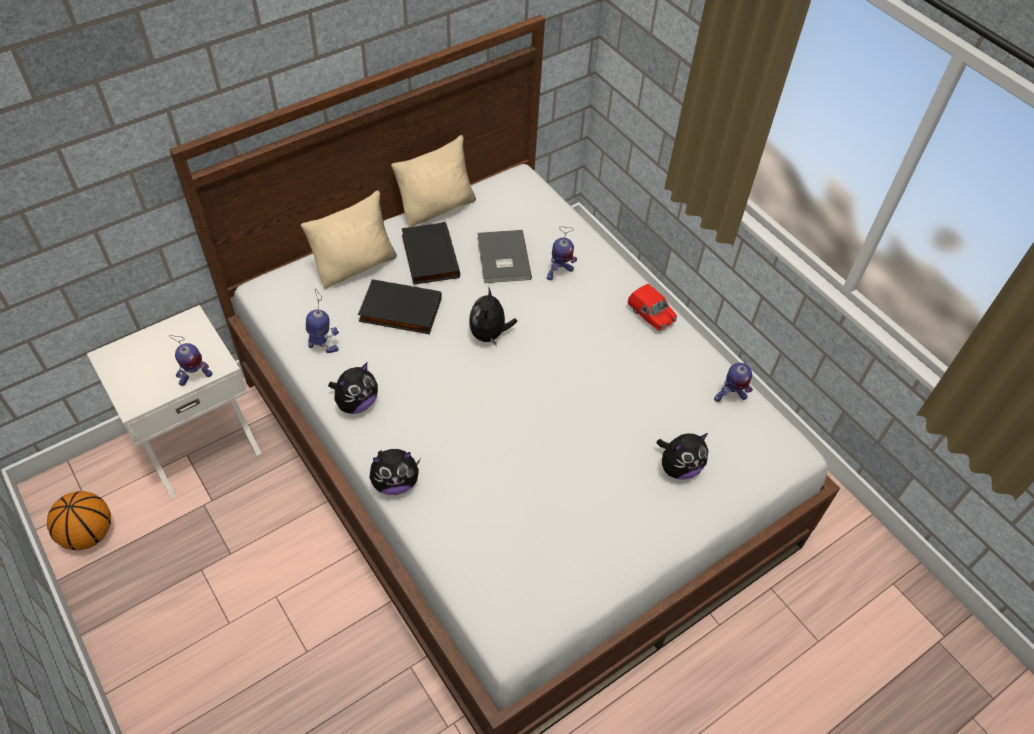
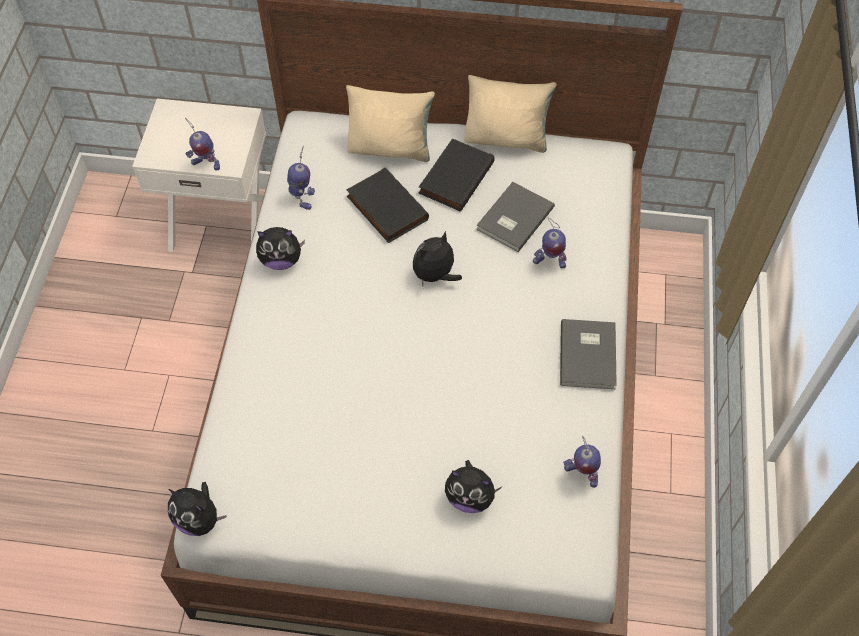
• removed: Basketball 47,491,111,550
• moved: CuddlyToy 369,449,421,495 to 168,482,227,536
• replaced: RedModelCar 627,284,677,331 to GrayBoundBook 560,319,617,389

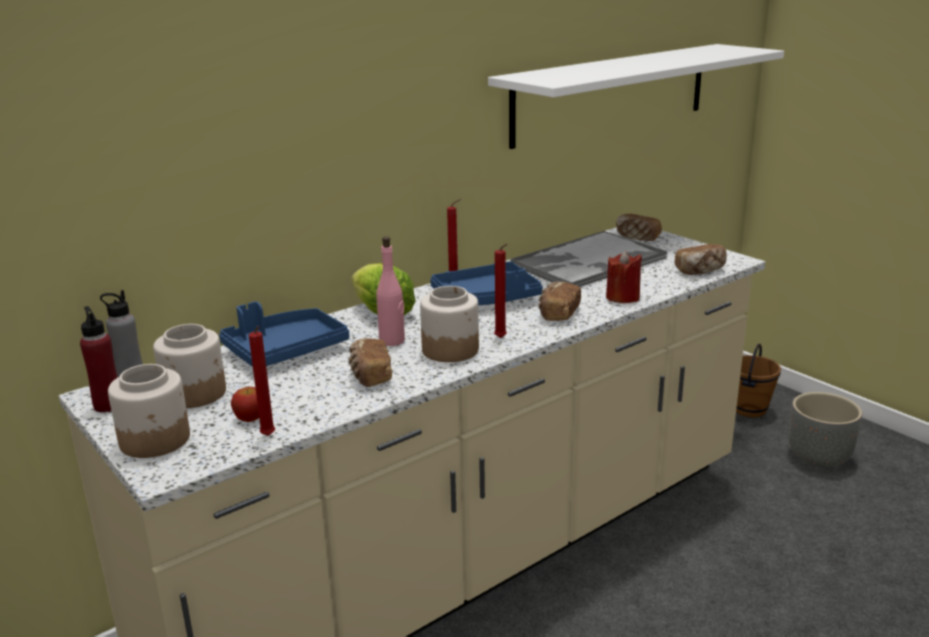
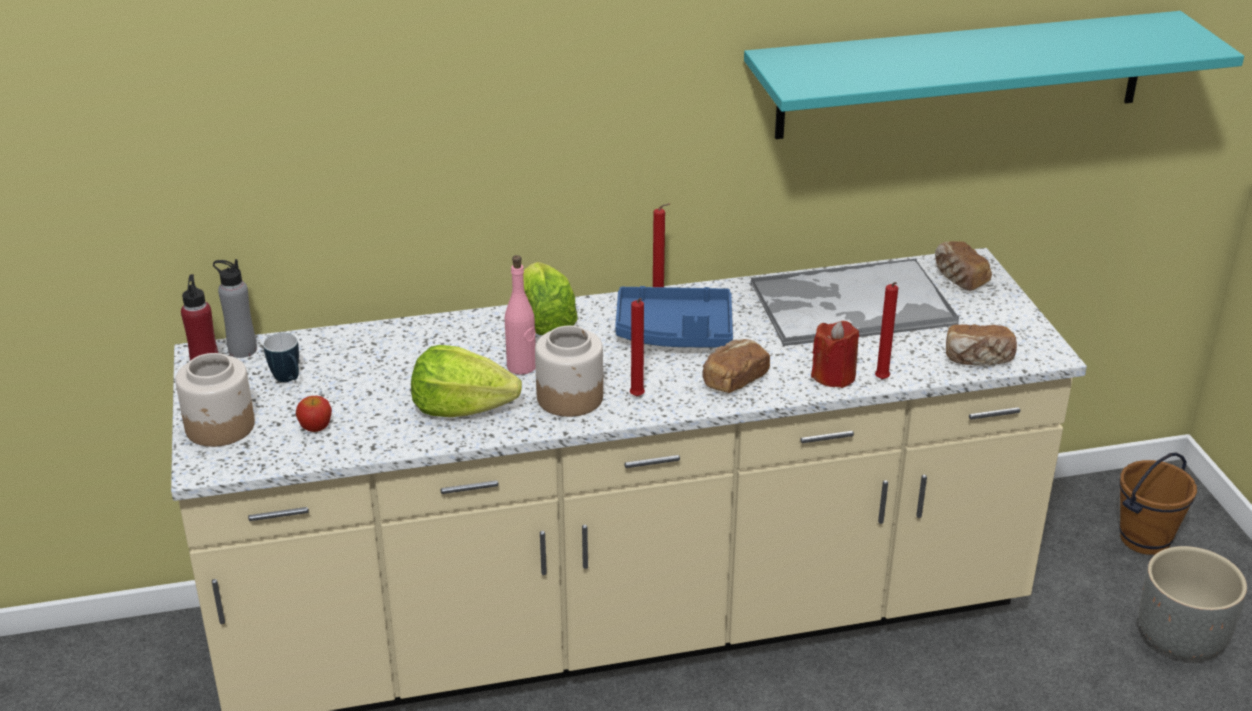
• removed: BlueServingTray 219,301,349,367
• moved: RedWaxCandle 249,326,275,436 to 875,282,898,379
• replaced: Jar 153,324,226,408 to CoffeeMug 263,333,299,382
• replaced: BakeryBread 349,338,392,387 to HeadOfLettuce 411,345,522,417
• recoloured: WhiteBracketShelf 488,44,784,149 to TurquoiseColouredBracketShelf 744,11,1244,139

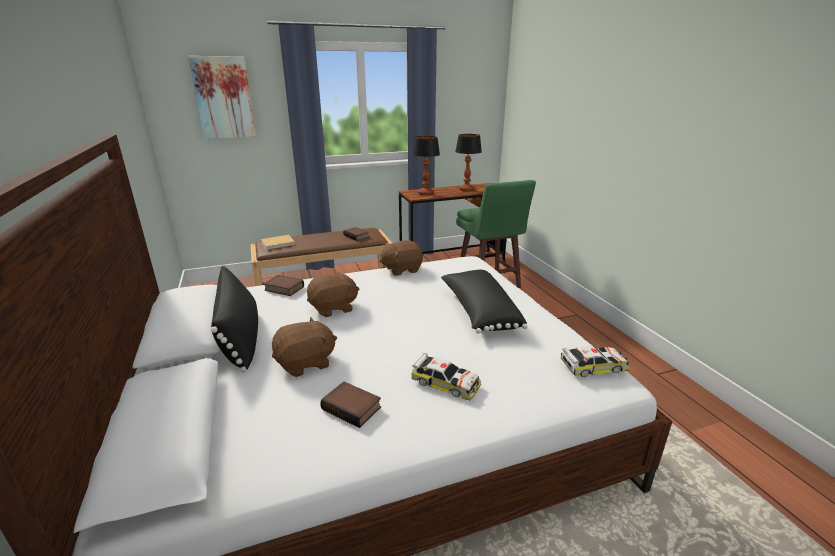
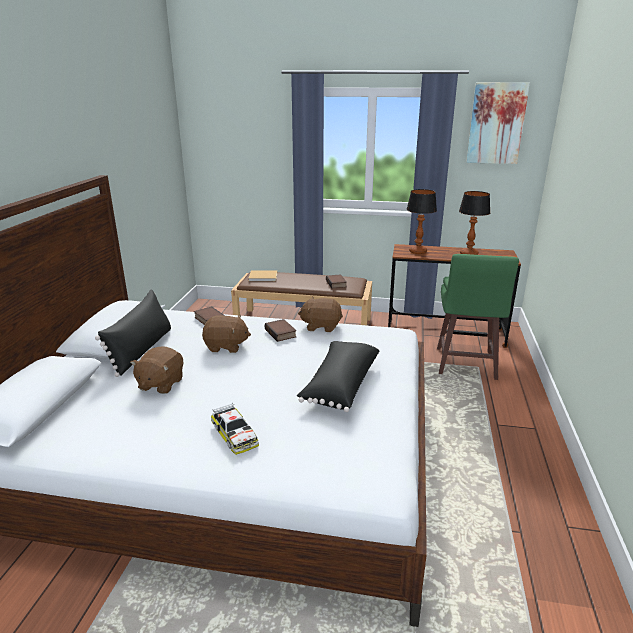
• removed: ModelCar 561,346,630,377
• moved: WallPicture 188,56,256,139 to 466,82,530,164
• moved: BoundBook 320,381,381,428 to 265,319,297,342
• turned: BrownColouredCuddlyToy 272,317,337,377 = 130,347,183,394 105 degrees clockwise

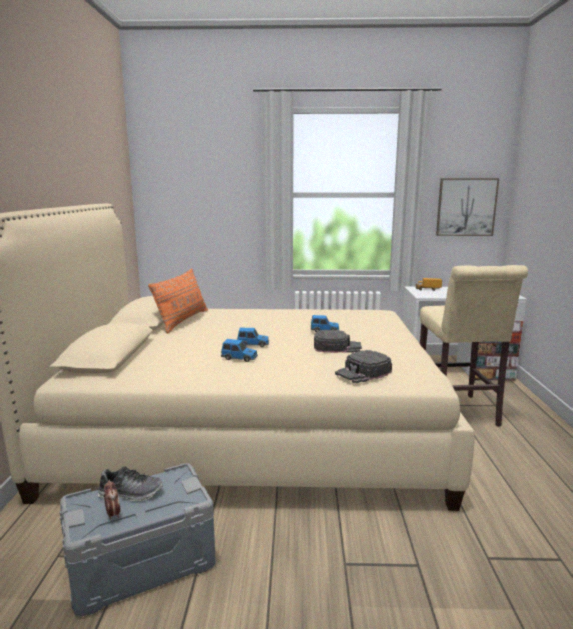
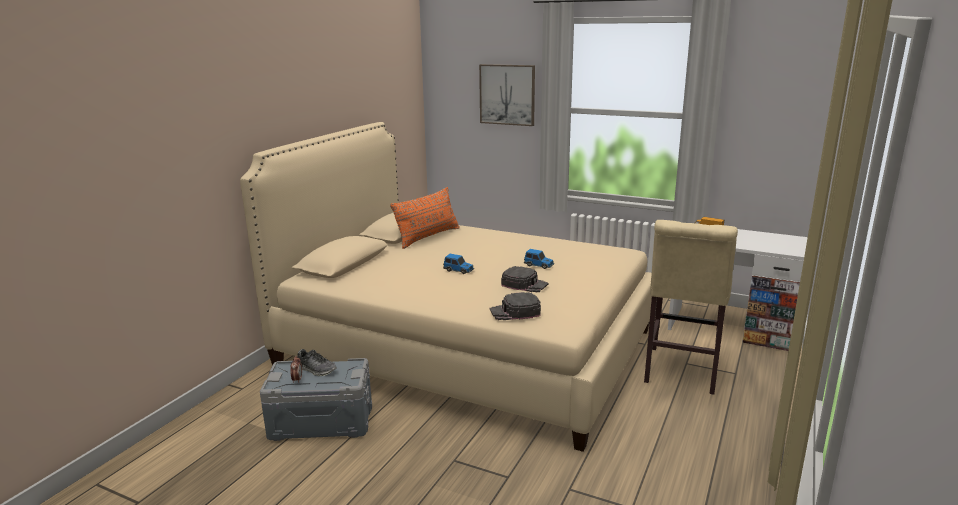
• removed: ModelCar 221,339,258,362
• moved: WallPicture 436,178,499,236 to 479,64,535,126

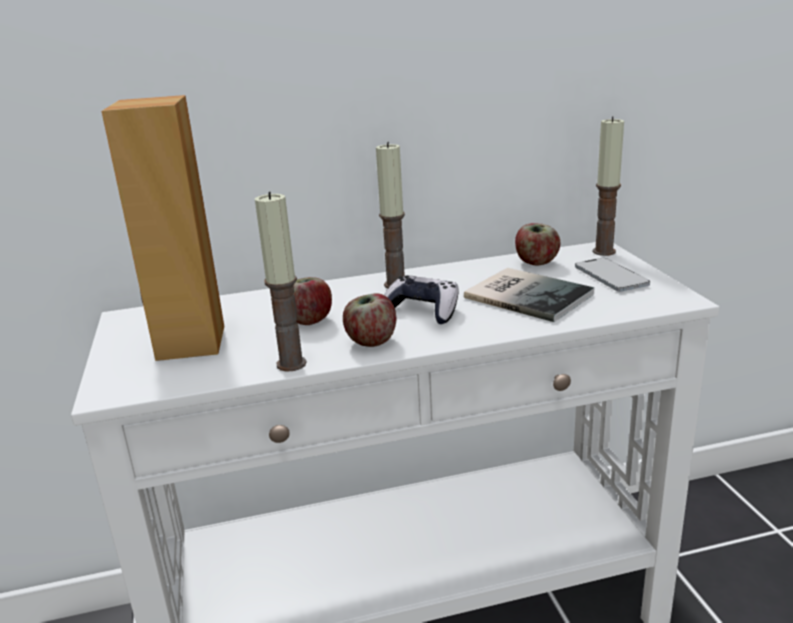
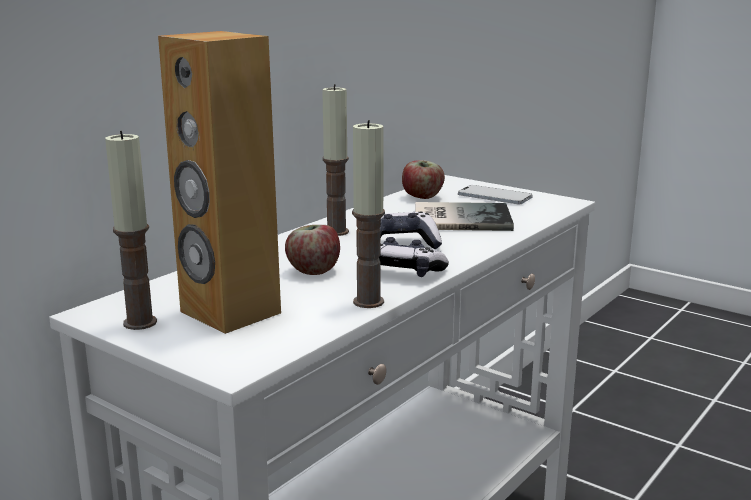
• moved: WaxCandle 593,116,624,256 to 105,131,157,330
• replaced: AppleFruit 343,293,396,347 to Joypad 379,237,449,277

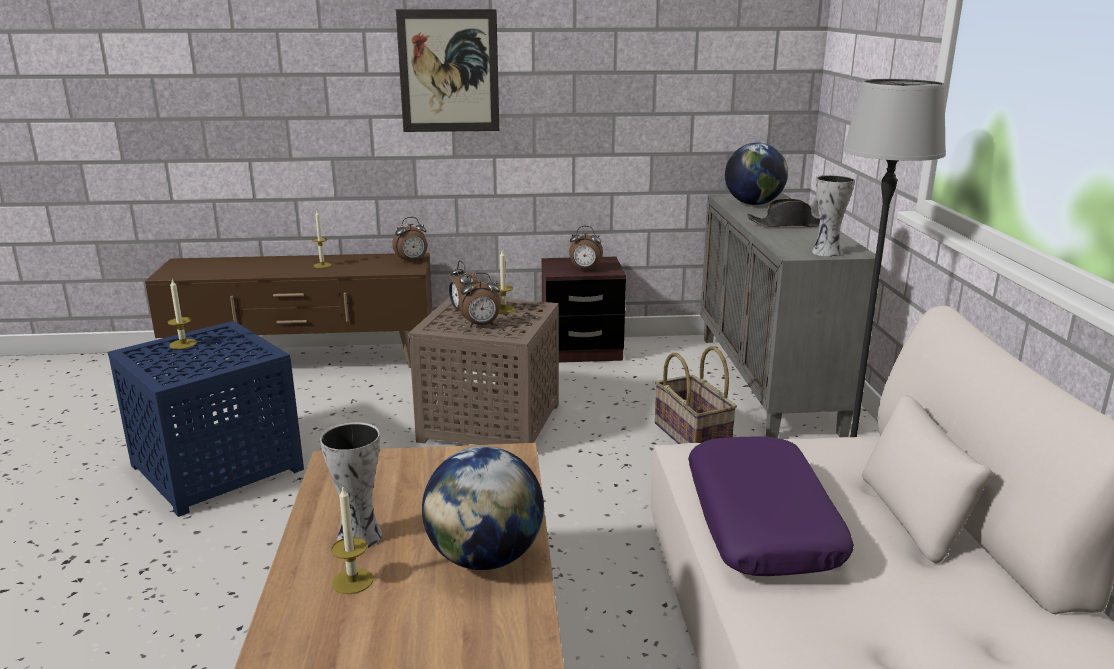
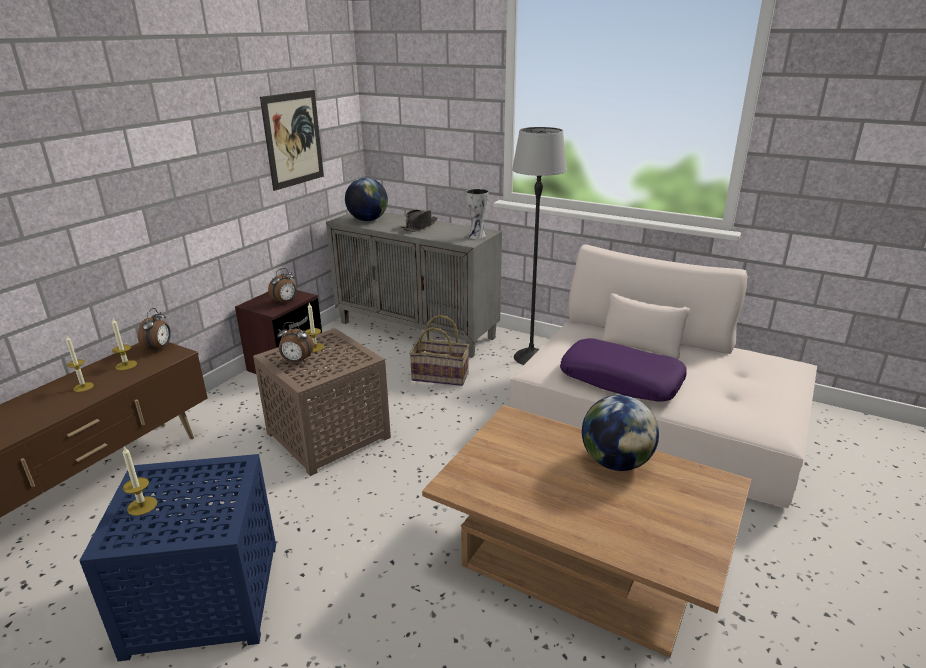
• removed: DecorativeVase 320,422,382,548
• removed: AlarmClock 459,272,501,327
• moved: WaxCandle 331,487,373,594 to 112,319,137,370
• moved: WallPicture 396,9,499,132 to 260,90,324,191

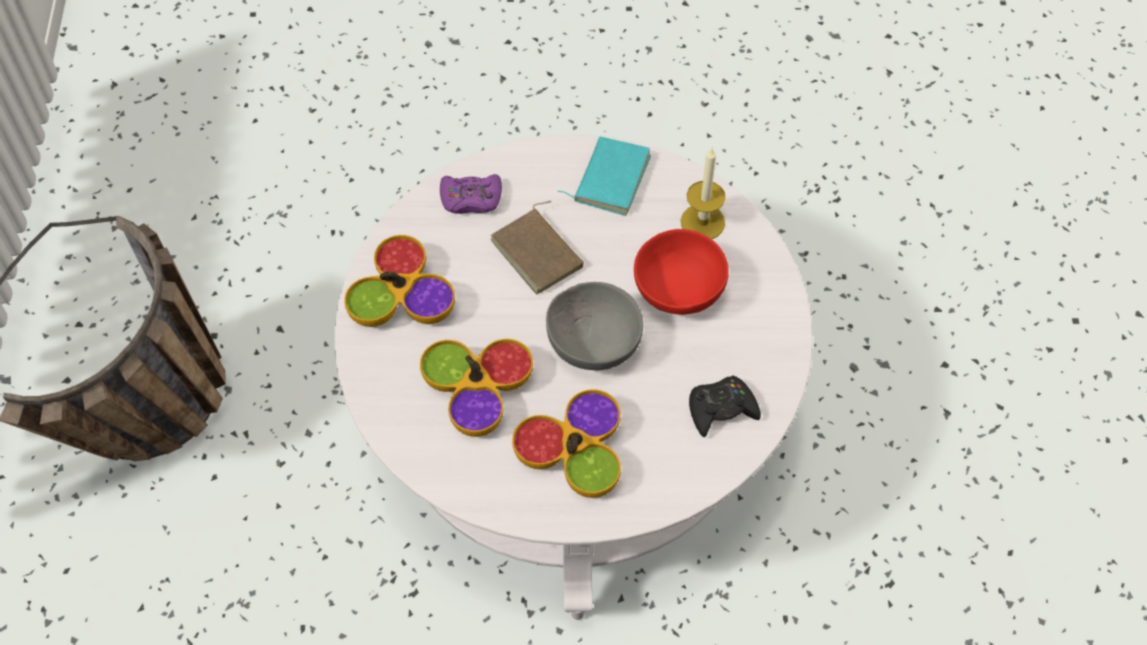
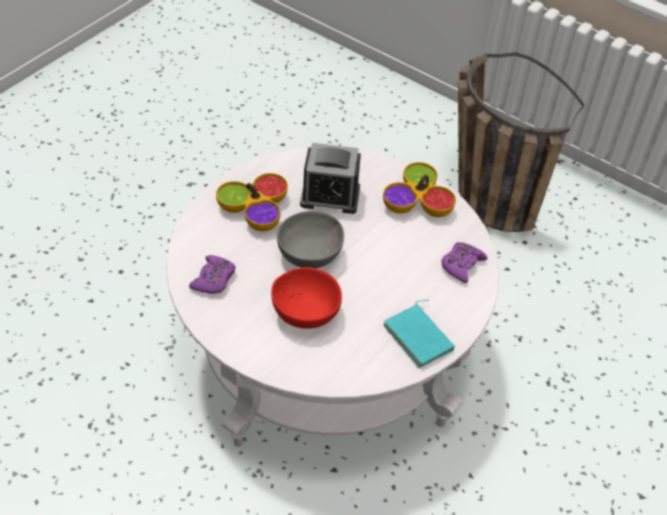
• removed: BrownColouredBoundBook 490,201,584,294
• removed: WaxCandle 681,148,725,239
• replaced: Bowl 420,339,533,437 to AlarmClock 300,143,361,214
• recoloured: BlackishJoypad 689,376,761,437 to PurpleJoypad 189,255,236,294

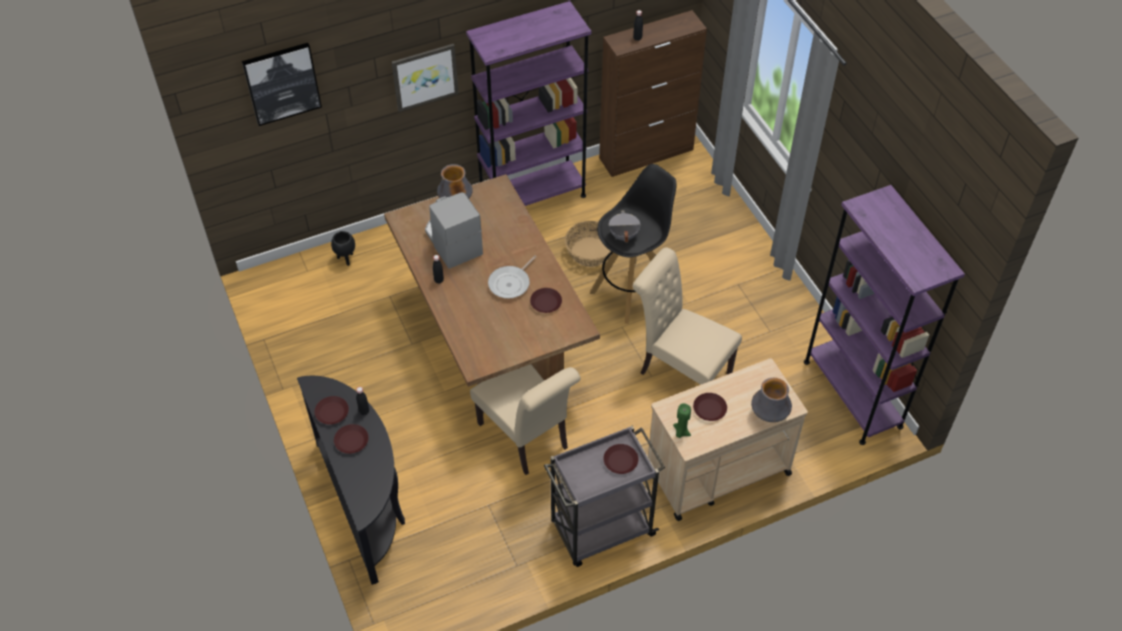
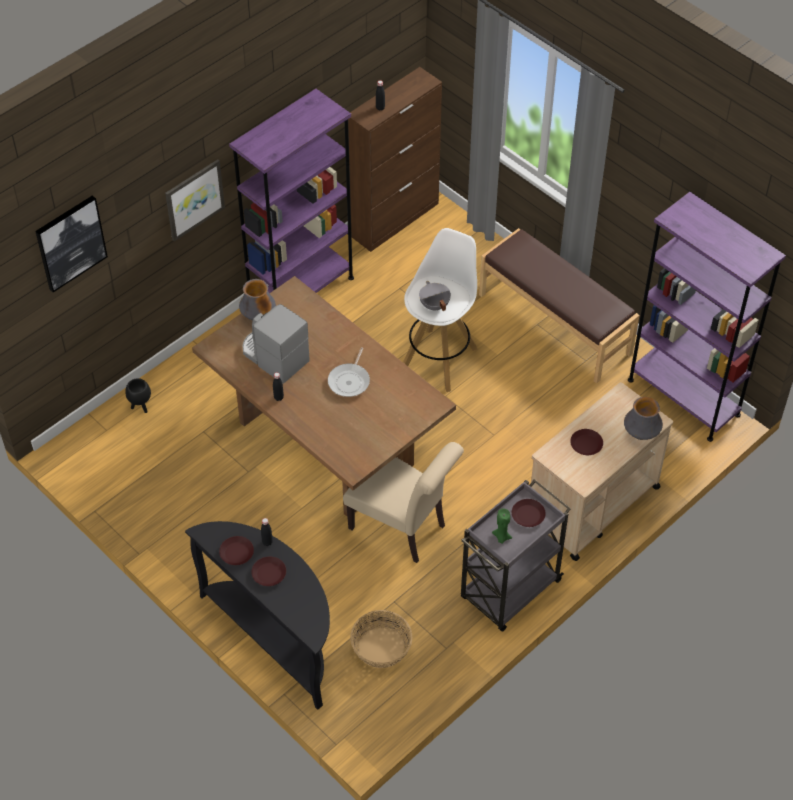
• removed: BrownColouredPlate 530,288,562,313
• removed: BeigeUprightChair 633,247,742,385
• added: BrownColouredLongSeat 479,228,640,384
• moved: Basket 565,221,612,267 to 350,610,412,668
• moved: GreenWaxCandle 673,403,691,438 to 492,509,512,544
• recoloured: BlackishStoolSeat 590,164,676,324 to WhiteStoolSeat 403,228,478,392

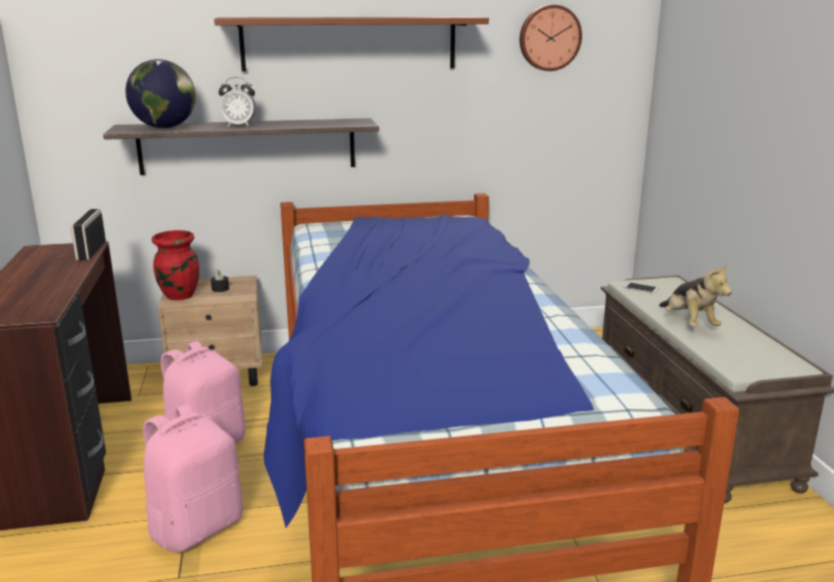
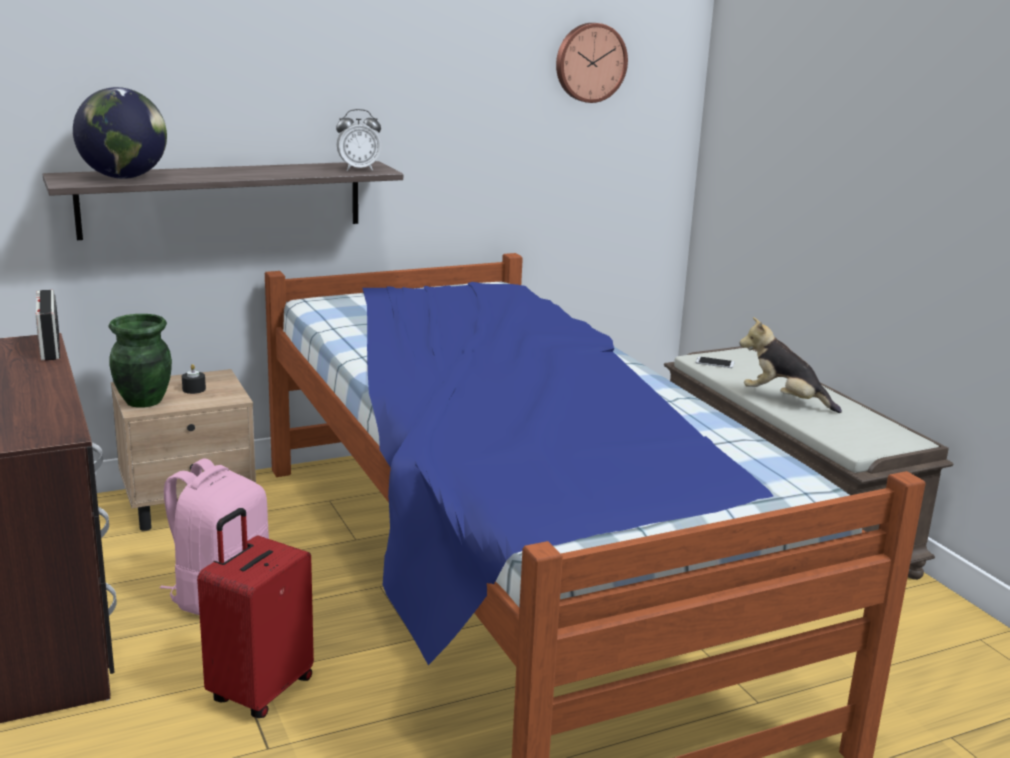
• removed: BrownColouredBracketShelf 214,17,489,71
• moved: AlarmClock 219,77,256,127 to 336,109,381,171
• replaced: PinkColouredKnapsack 143,404,243,552 to RedSuitcase 197,508,314,718
• recoloured: RedDecorativeVase 152,230,199,300 to GreenDecorativeVase 109,314,172,408
• turned: CuddlyToy 659,264,732,327 = 739,317,842,413 150 degrees clockwise

